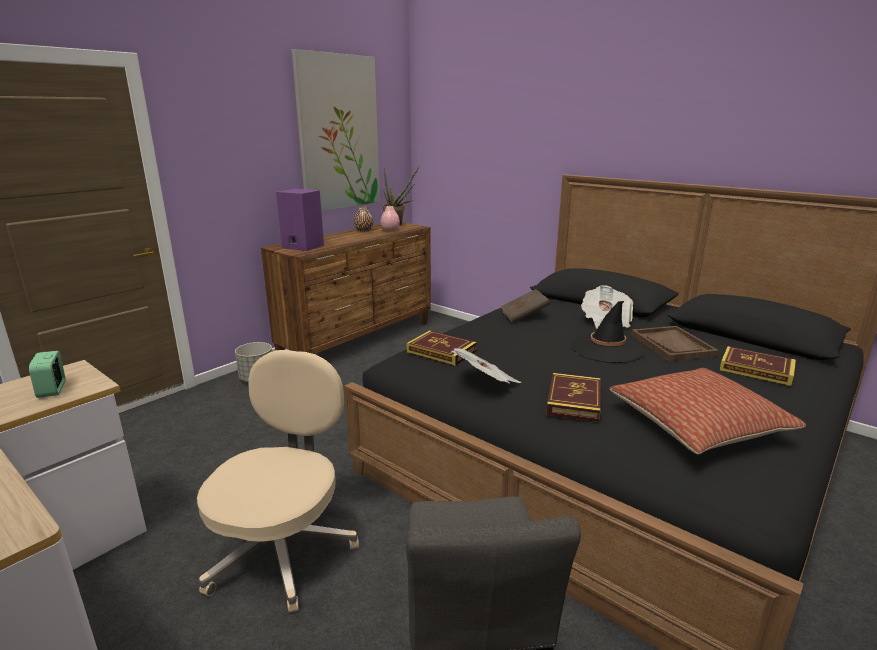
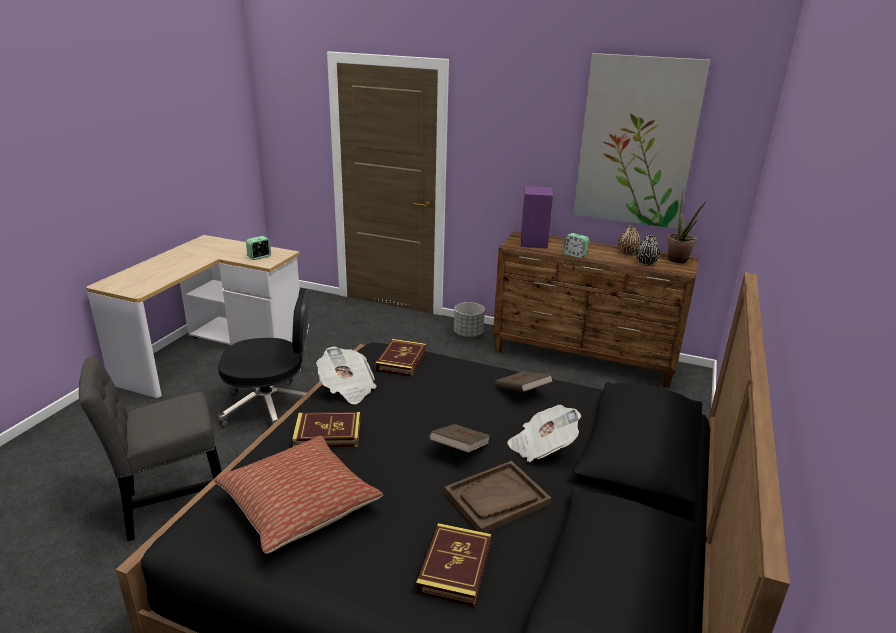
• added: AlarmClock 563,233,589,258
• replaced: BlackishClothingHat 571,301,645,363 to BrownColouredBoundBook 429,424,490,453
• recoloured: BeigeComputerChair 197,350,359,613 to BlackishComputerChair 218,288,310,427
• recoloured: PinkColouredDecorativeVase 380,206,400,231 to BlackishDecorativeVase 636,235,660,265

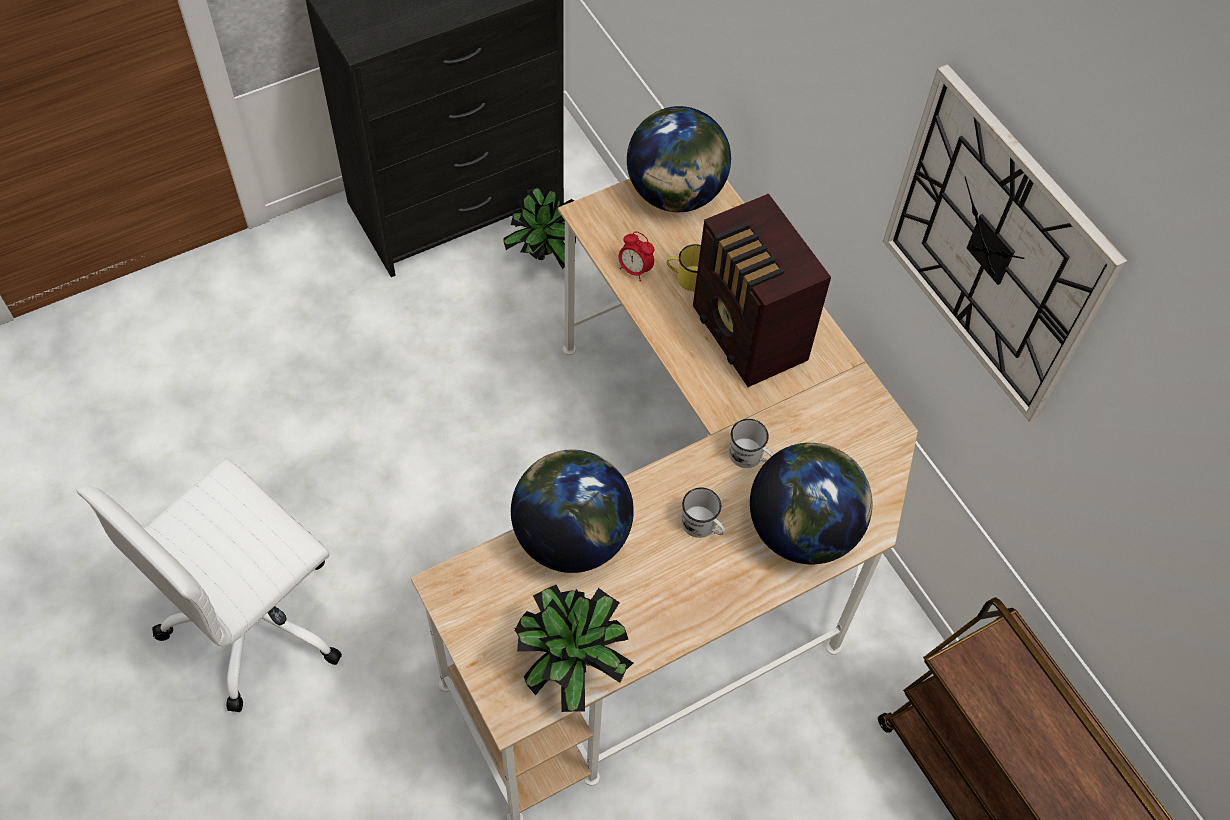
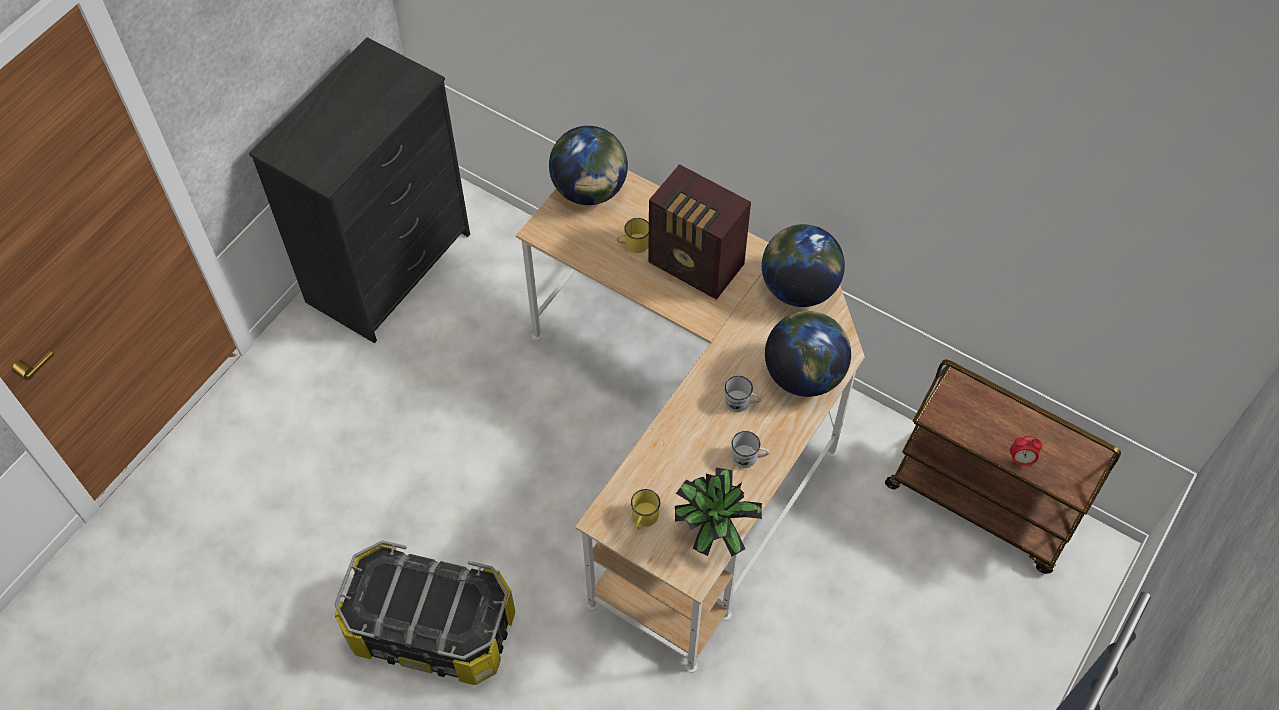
• removed: PottedPlant 503,187,576,269
• removed: ClockOnTheWall 883,64,1127,422
• added: YellowishCoffeeMug 631,489,660,529
• moved: DeskGlobe 511,450,634,573 to 762,224,845,307
• moved: AlarmClock 619,231,654,281 to 1010,436,1042,467
• moved: WhiteCoffeeMug 729,419,774,468 to 731,431,769,468
• replaced: WhiteComputerChair 77,460,342,712 to StorageBox 335,540,515,685

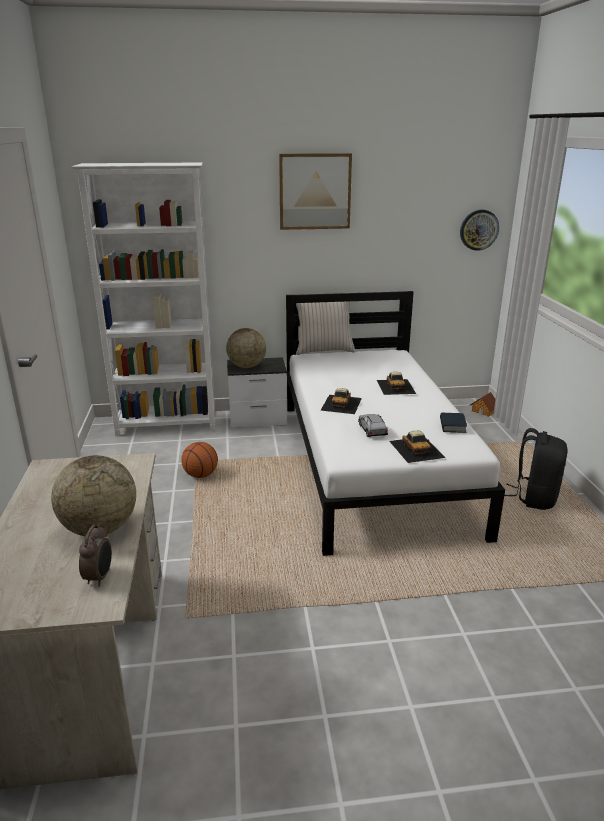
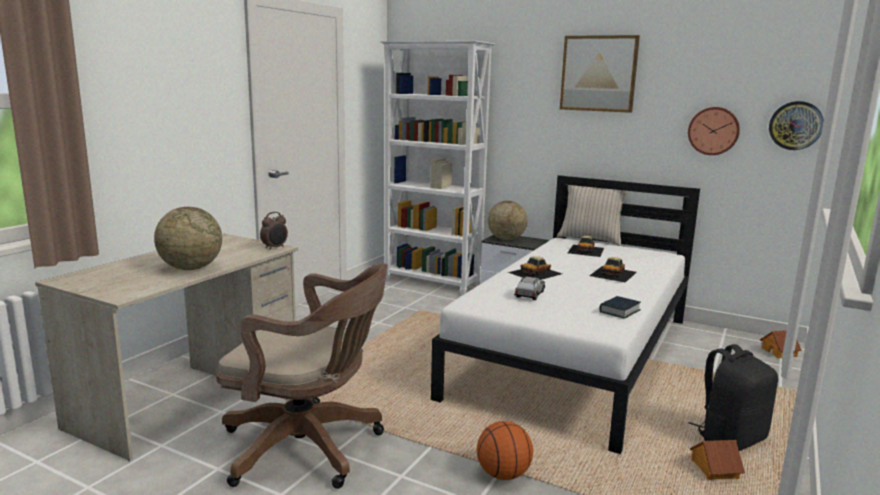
• added: BrownColouredComputerChair 216,263,388,489
• added: ClockOnTheWall 688,107,740,155
• added: ToyHouse 690,440,745,480
• moved: AlarmClock 79,524,112,587 to 260,212,288,250
• moved: Basketball 181,442,218,478 to 477,421,533,480
• moved: ModelCar 390,431,445,463 to 568,236,604,257

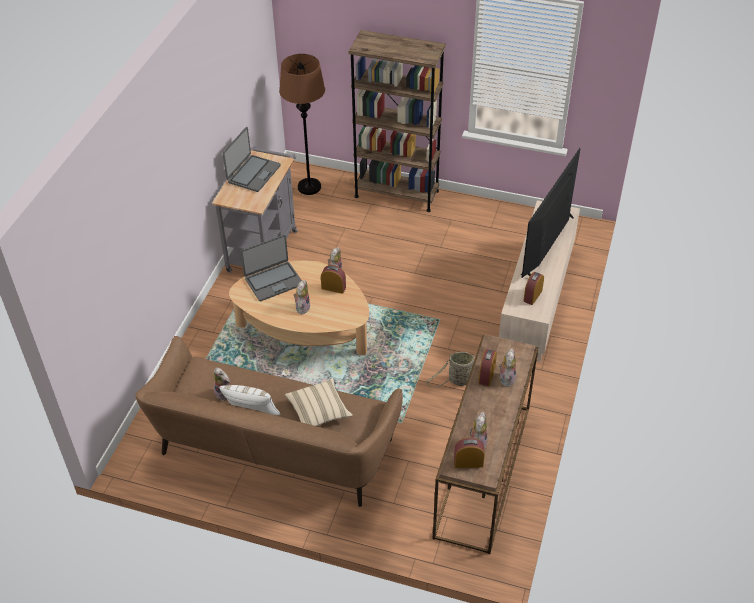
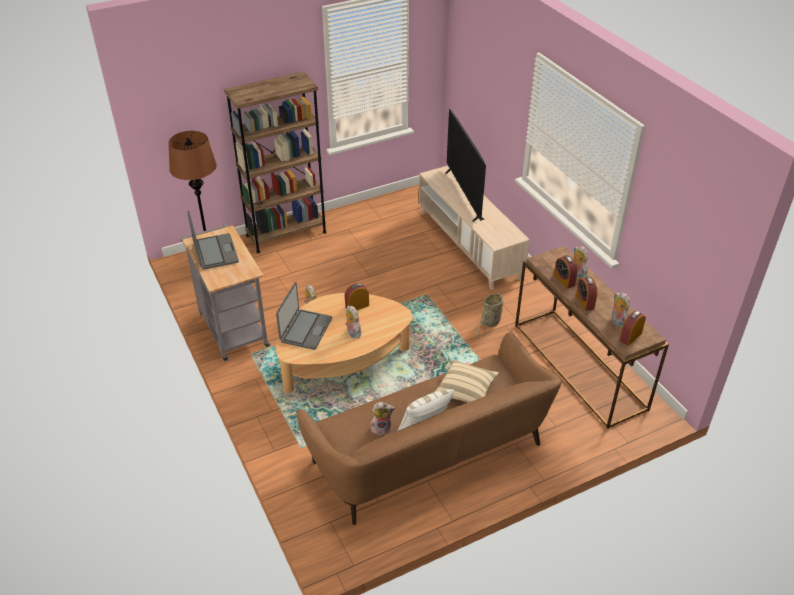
• moved: AlarmClock 523,272,544,305 to 576,277,597,311

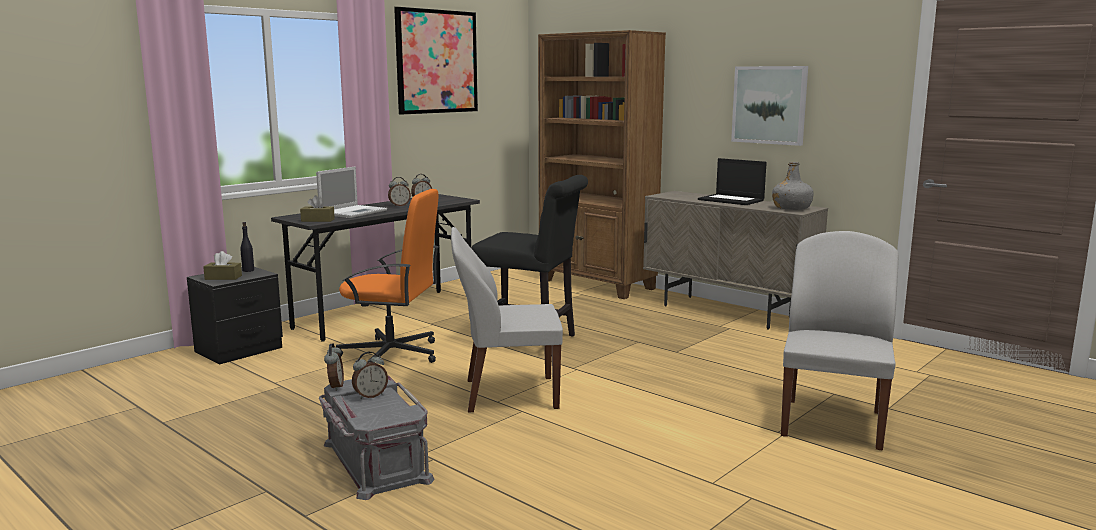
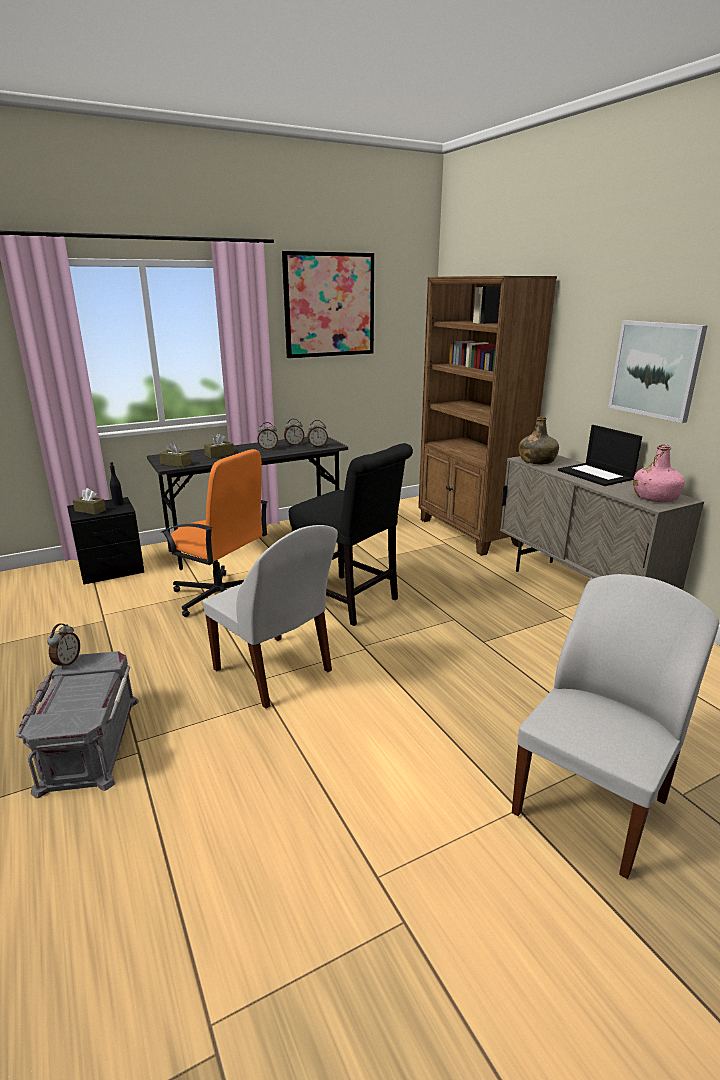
• added: GreenBeverageBottle 519,416,559,464
• moved: AlarmClock 352,352,388,399 to 307,420,328,447
• replaced: Laptop 316,166,387,218 to BrownColouredBoxOfTissues 204,433,234,458
• recoloured: GrayBeverageBottle 772,162,813,210 to PinkColouredBeverageBottle 633,444,685,502
• turned: WhiteUprightChair 451,227,563,412 = 203,525,338,709 150 degrees counterclockwise

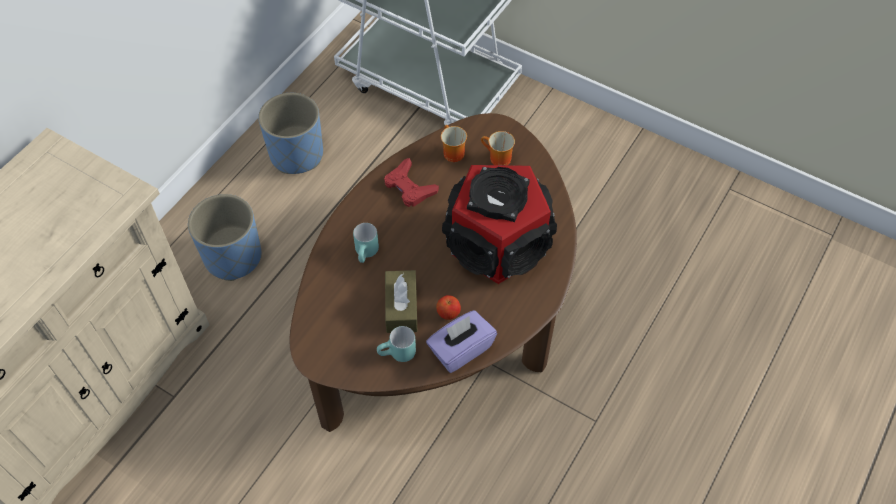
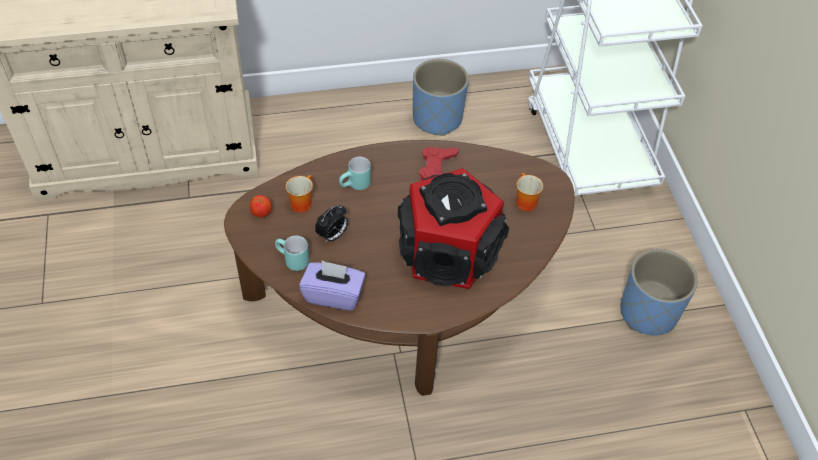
• moved: BluePlanter 188,194,262,281 to 620,249,698,335
• moved: AppleFruit 436,295,461,320 to 250,195,272,217
• moved: CoffeeMug 441,125,467,162 to 286,175,313,213
• replaced: BrownColouredBoxOfTissues 385,270,417,333 to AlarmClock 315,205,348,243

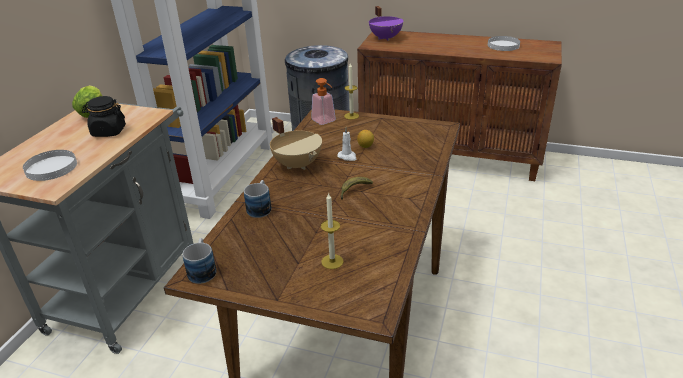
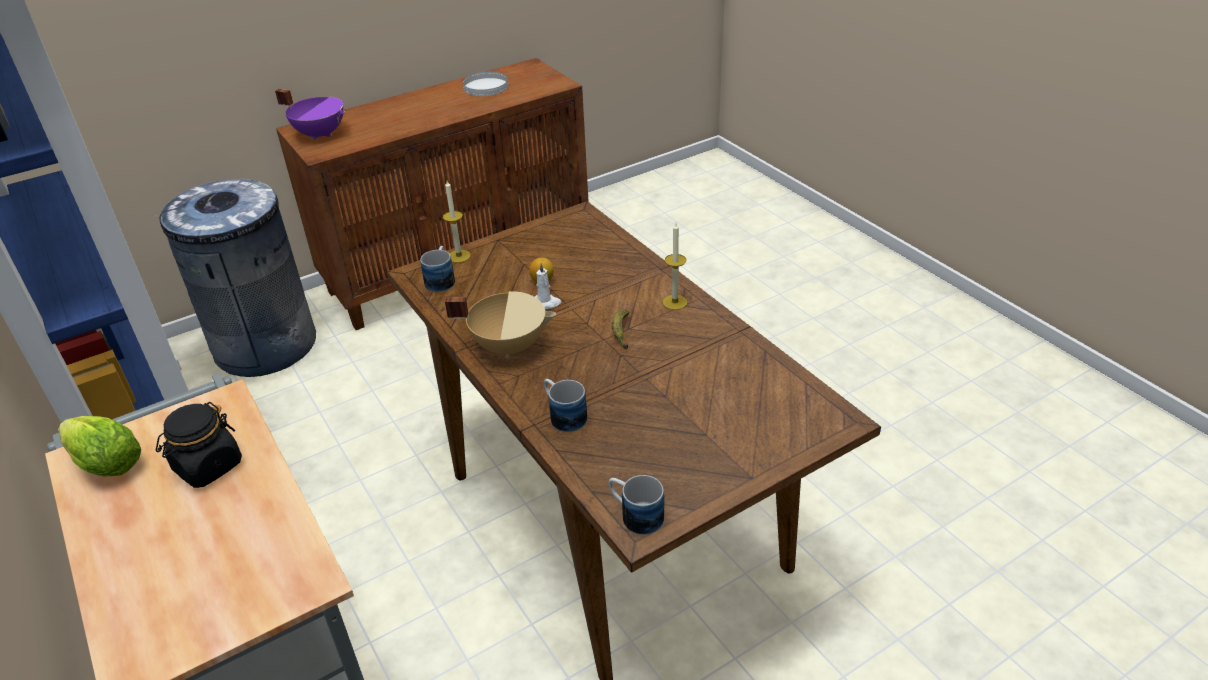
• removed: WhitePlate 23,150,77,181
• moved: WaxCandle 321,192,344,269 to 663,223,687,310
• replaced: LiquidSoapBottle 311,78,336,125 to CoffeeMug 420,246,455,292

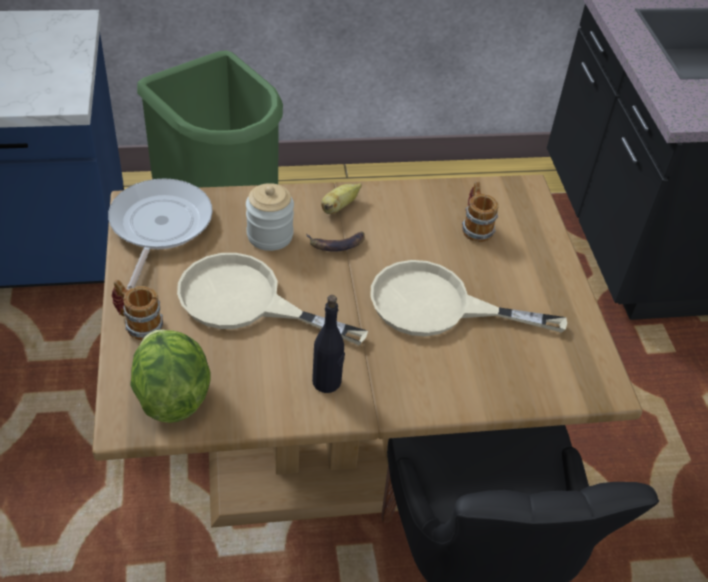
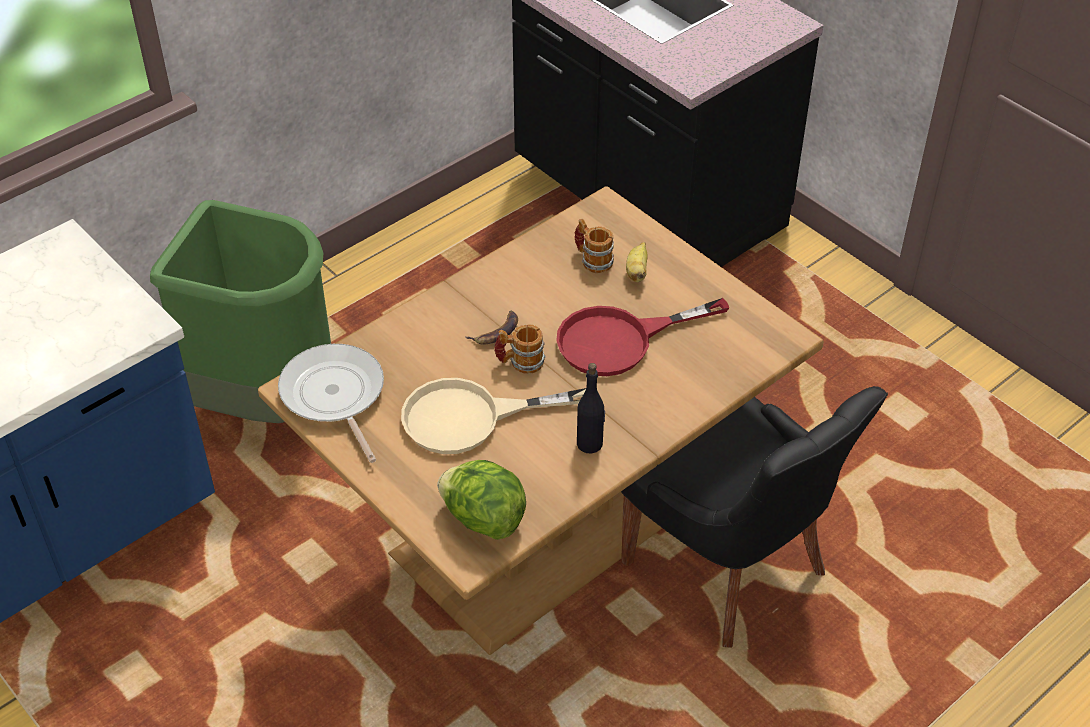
• removed: Jar 246,183,294,251
• moved: CoffeeMug 112,280,163,340 to 494,324,545,373
• moved: WholeBanana 321,183,362,214 to 626,242,648,282
• recoloured: BeigePan 370,260,567,336 to RedPan 556,298,730,376

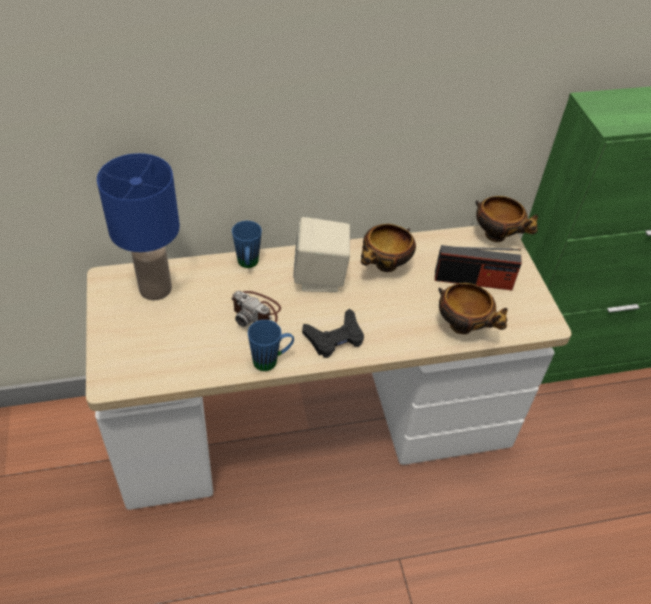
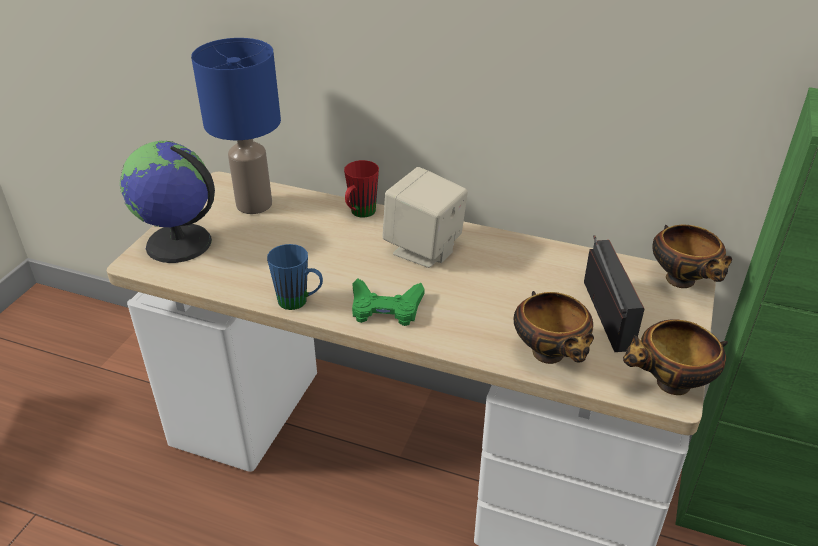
• removed: PhotoCamera 231,291,281,327
• added: DeskGlobe 120,141,215,263
• moved: Bowl 361,224,416,272 to 623,319,728,395
• recoloured: BlueCoffeeMug 232,221,262,268 to RedCoffeeMug 344,160,379,218
• recoloured: BlackishJoypad 302,309,364,358 to GreenJoypad 352,278,425,326
• turned: RadioSet 435,245,522,290 = 584,235,644,352 135 degrees counterclockwise

